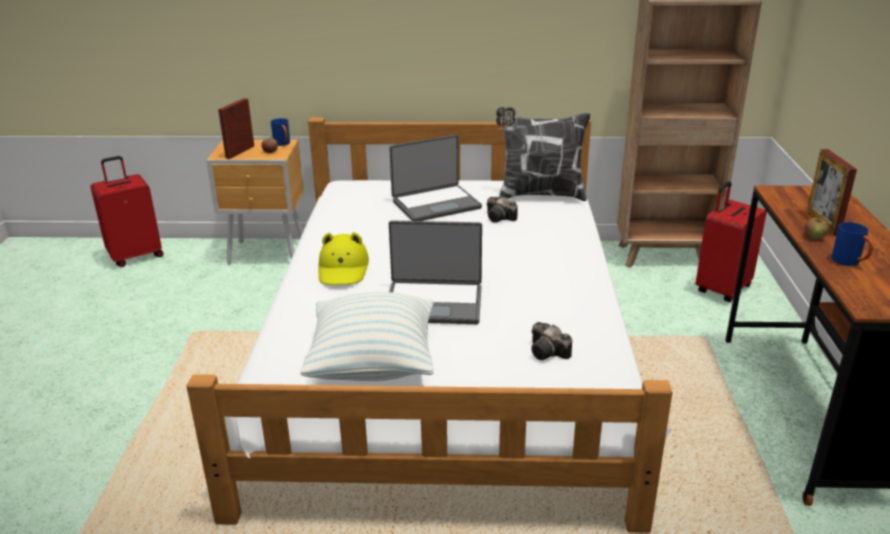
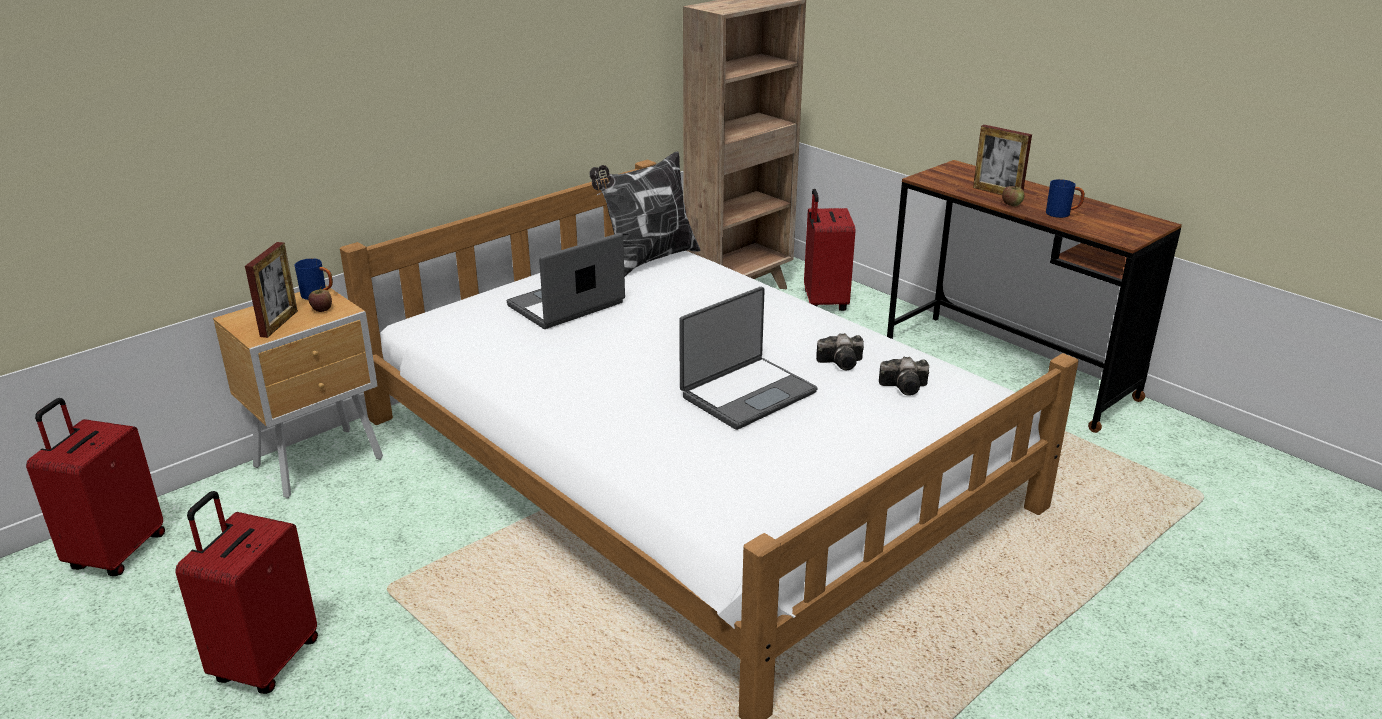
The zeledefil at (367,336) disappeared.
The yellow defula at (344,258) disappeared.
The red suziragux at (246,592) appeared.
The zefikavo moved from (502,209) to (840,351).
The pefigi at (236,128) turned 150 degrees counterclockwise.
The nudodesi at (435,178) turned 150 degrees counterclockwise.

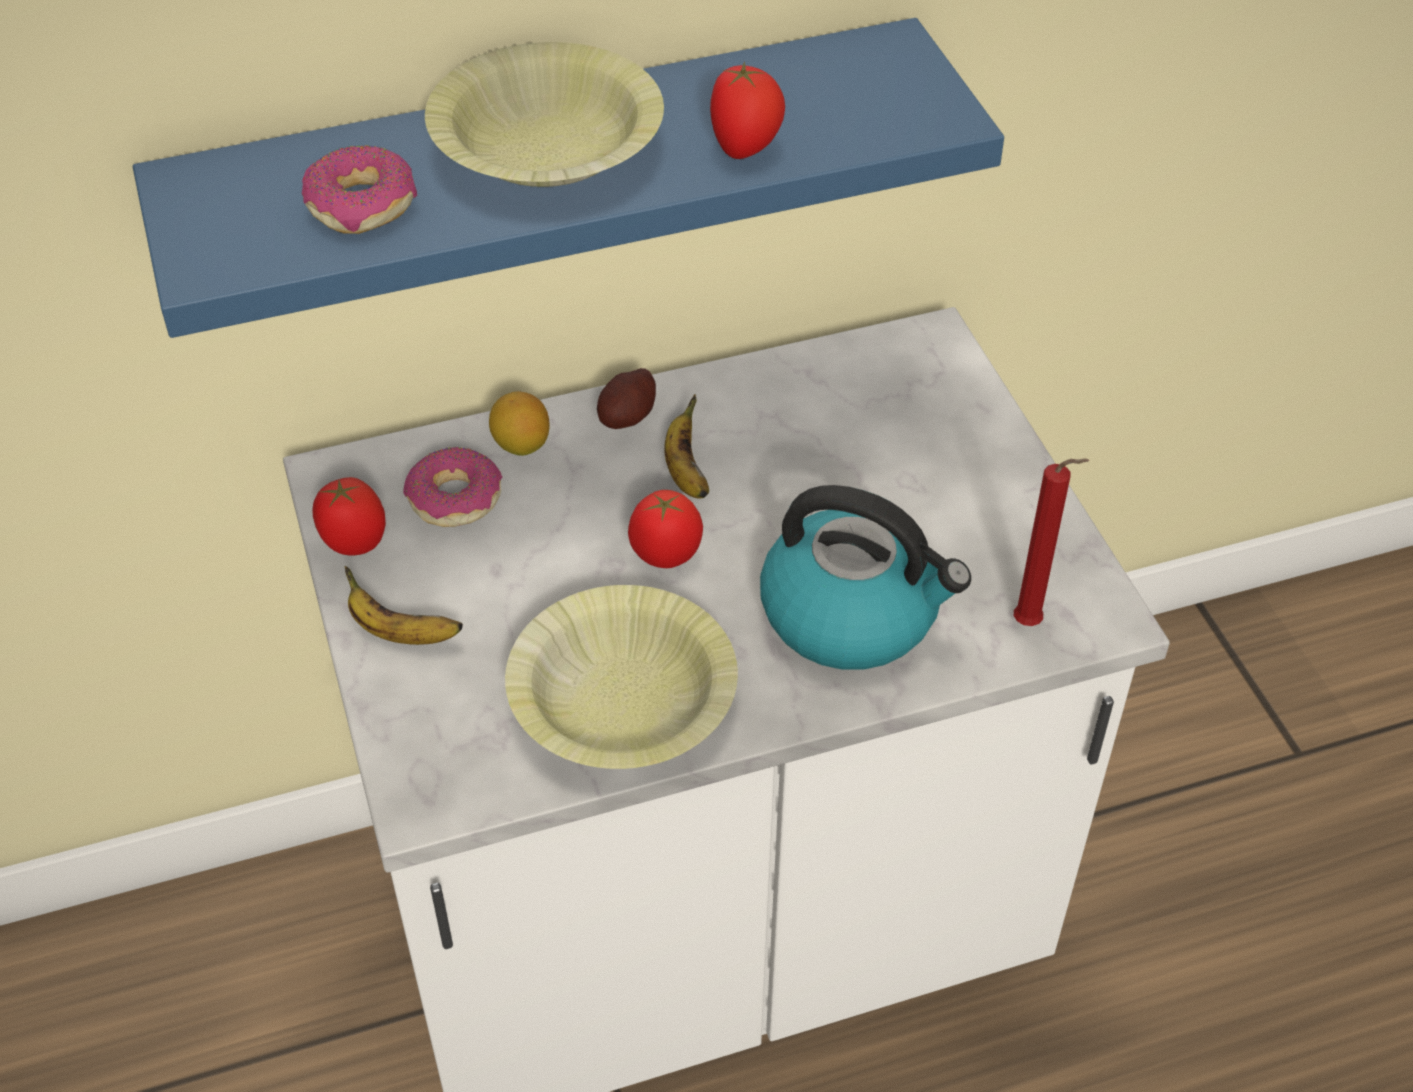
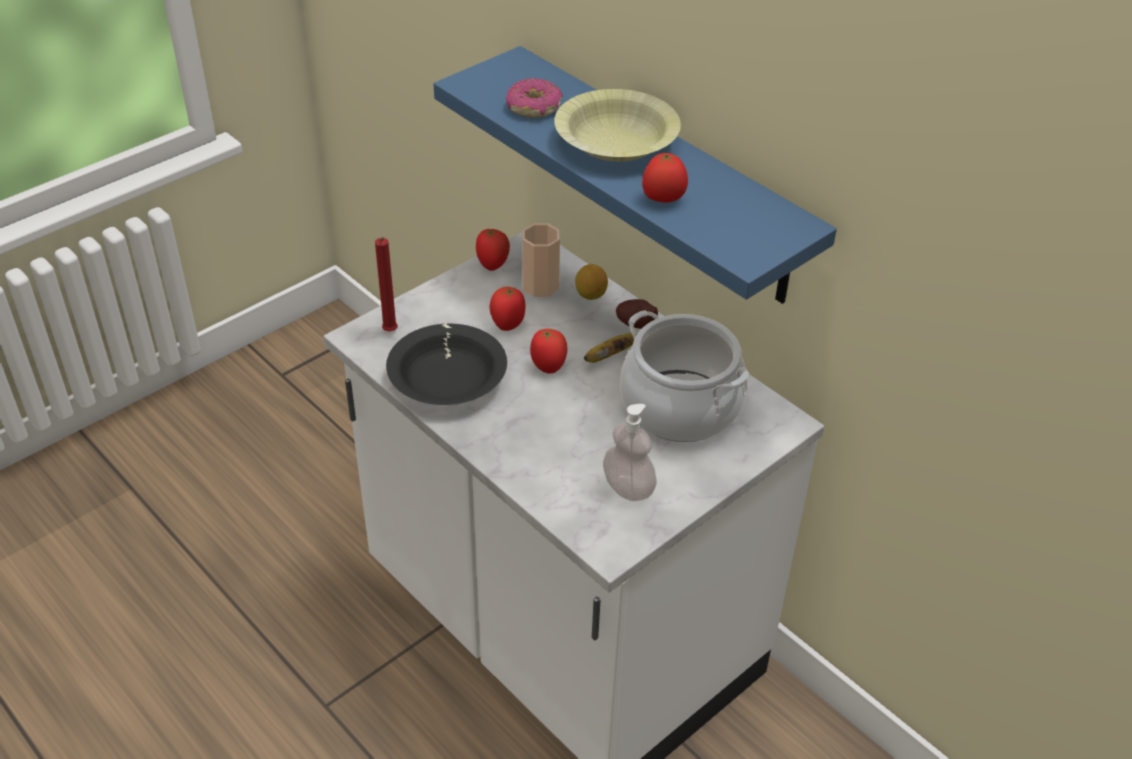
The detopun at (404,605) disappeared.
The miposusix at (865,577) disappeared.
The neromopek at (507,309) appeared.
The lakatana at (630,452) appeared.
The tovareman at (684,376) appeared.
The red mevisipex moved from (1051,542) to (386,284).
The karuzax at (452,487) was replaced by the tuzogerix at (541,260).
The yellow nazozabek at (621,677) became the black nazozabek at (446,364).

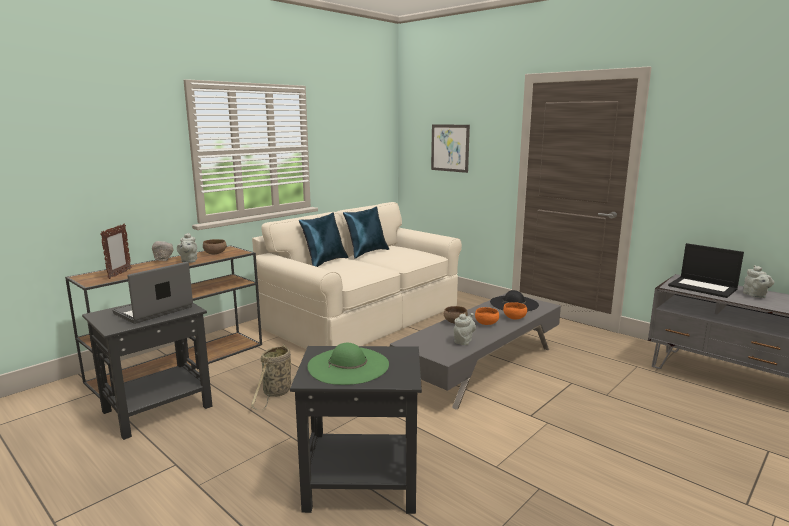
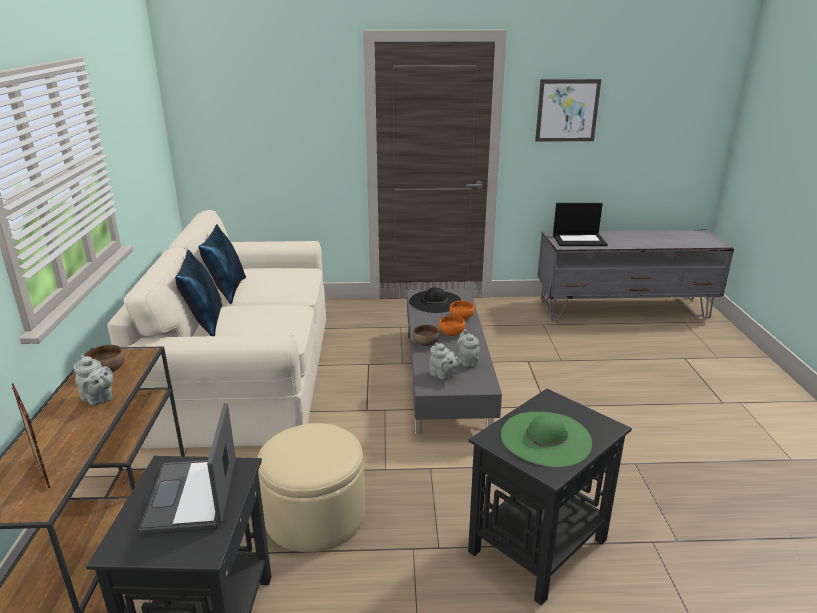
The grey nazozabek at (162,251) disappeared.
The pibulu moved from (450,148) to (568,110).
The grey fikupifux moved from (758,281) to (445,361).
The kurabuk at (273,377) was replaced by the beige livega at (311,487).

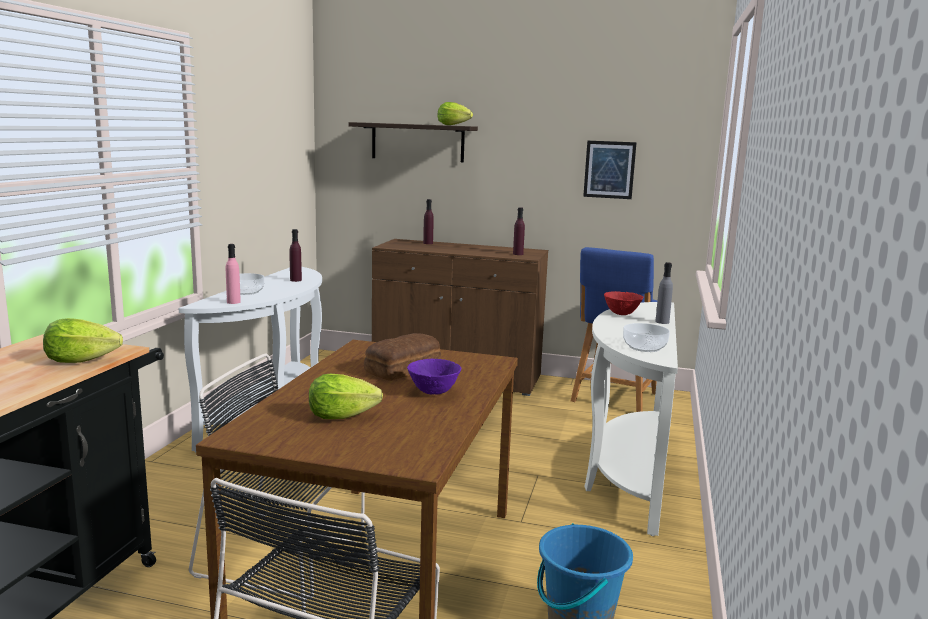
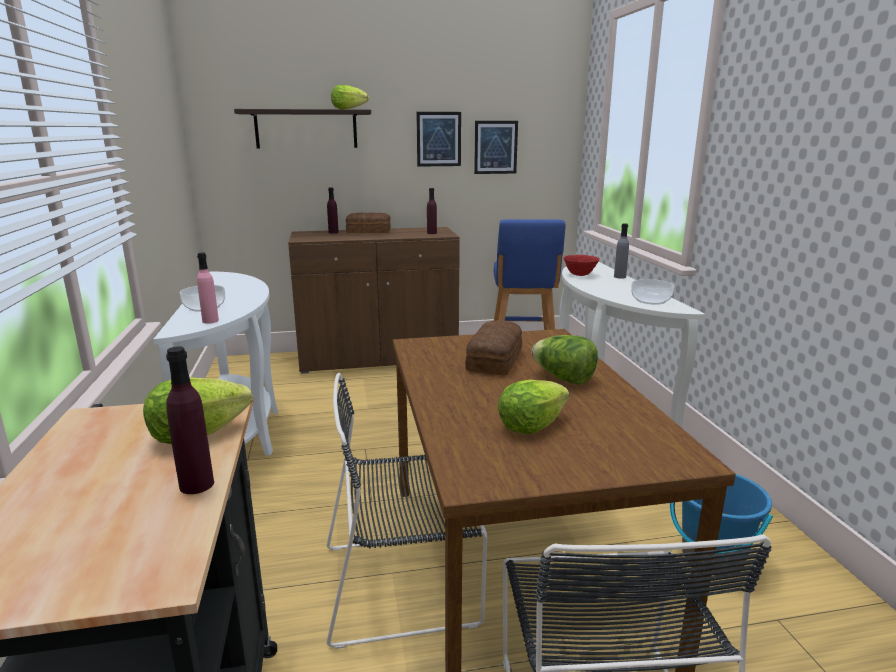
The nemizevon at (368,222) appeared.
The pibulu at (438,139) appeared.
The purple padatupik moved from (296,255) to (190,420).
The purple nazozabek at (434,377) was replaced by the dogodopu at (565,360).

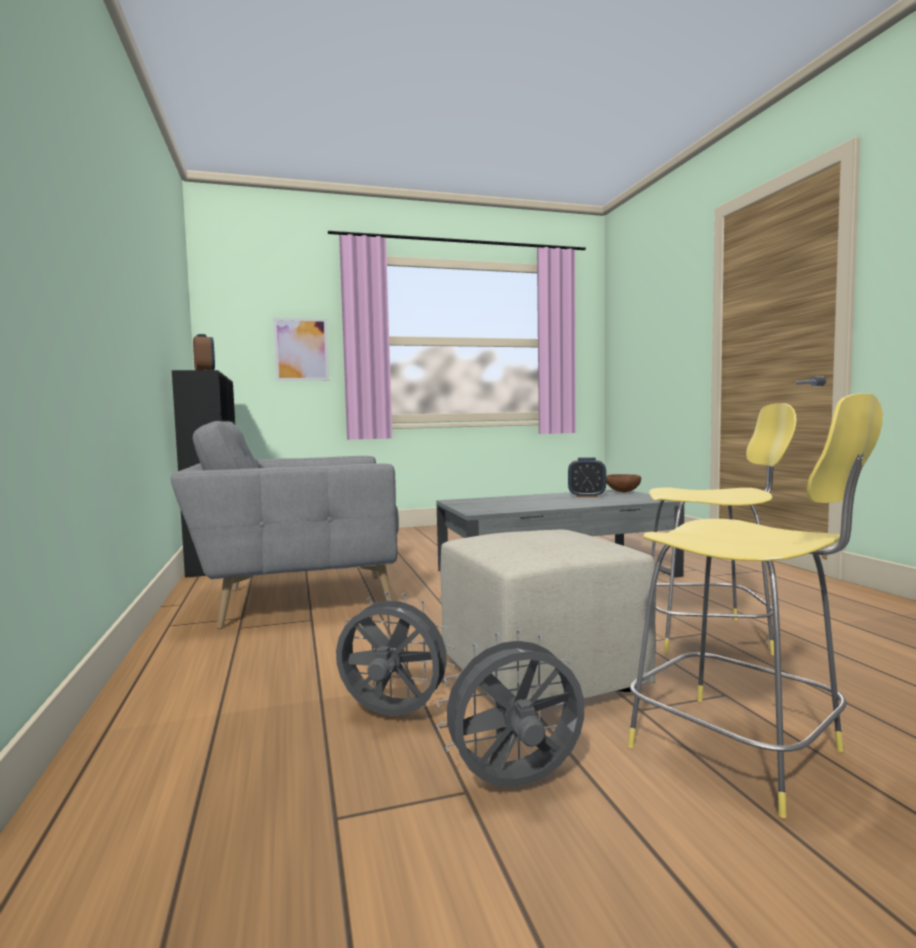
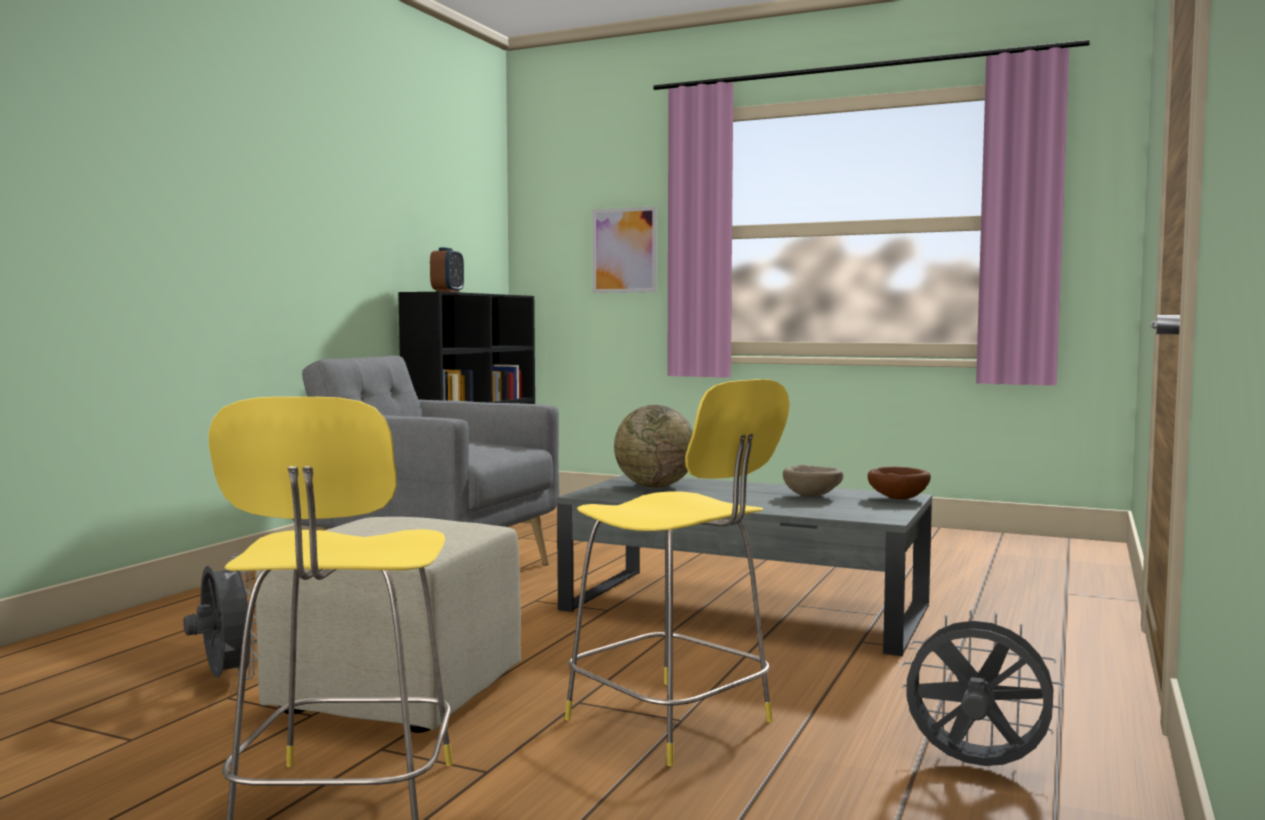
The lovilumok at (653,446) appeared.
The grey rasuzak moved from (510,708) to (982,688).
The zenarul at (587,477) was replaced by the beige nazozabek at (813,481).

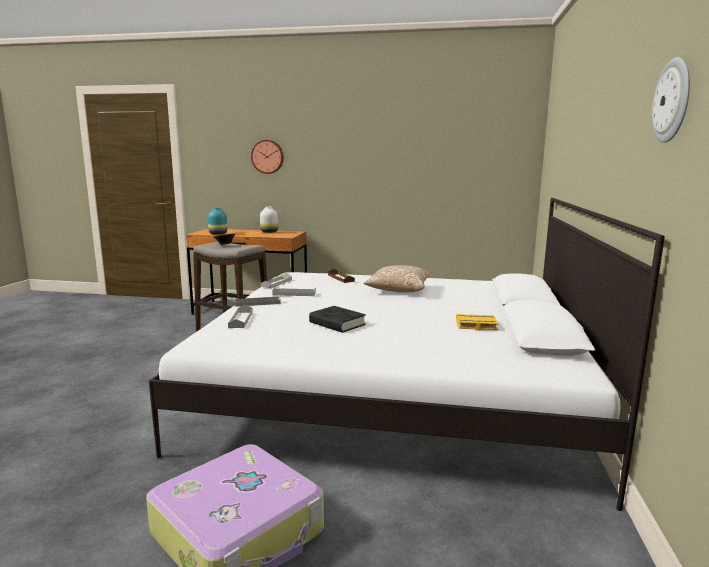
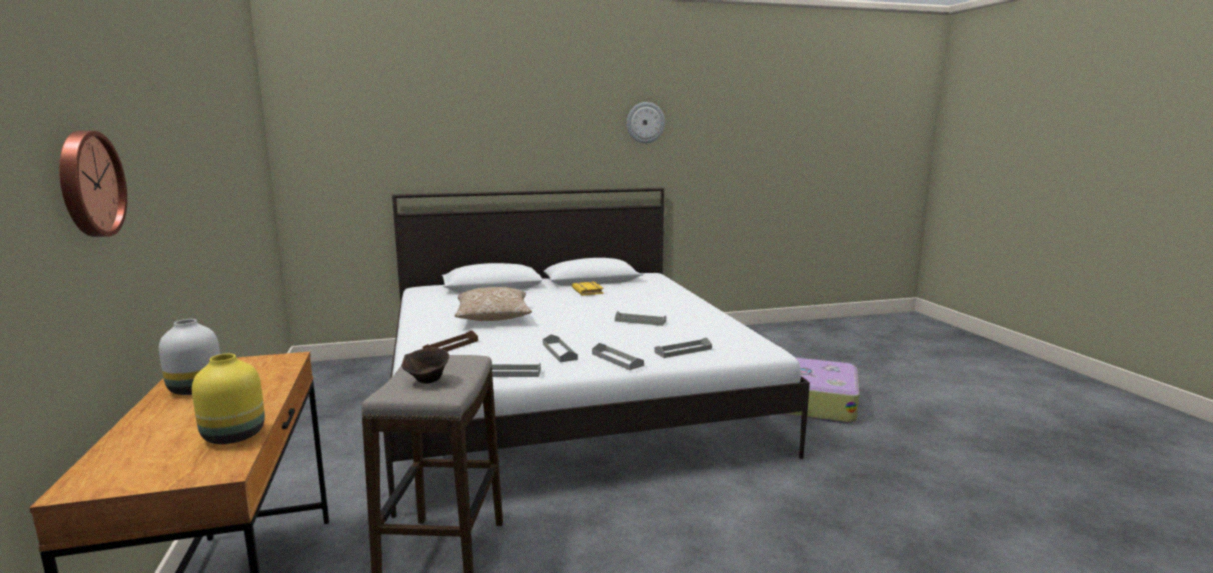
The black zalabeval at (337,319) was replaced by the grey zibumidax at (640,318).
The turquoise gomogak at (217,221) became the yellow gomogak at (228,399).

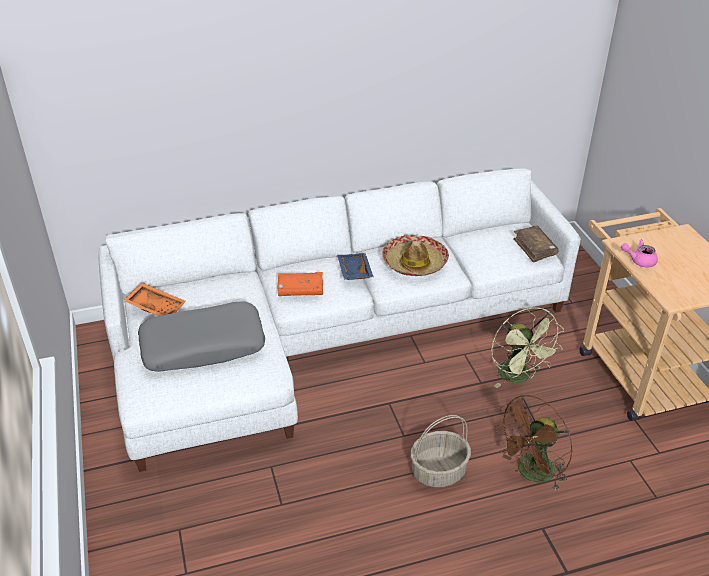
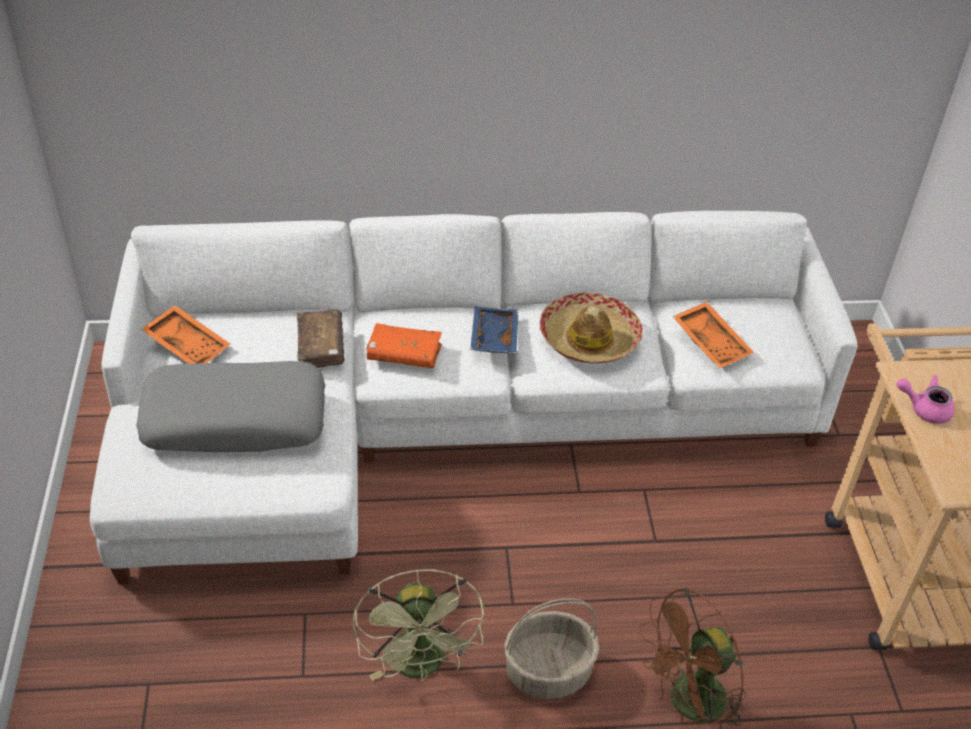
The orange zibumidax at (713,335) appeared.
The green rasuzak moved from (527,347) to (418,625).
The brown zalabeval moved from (536,244) to (320,339).

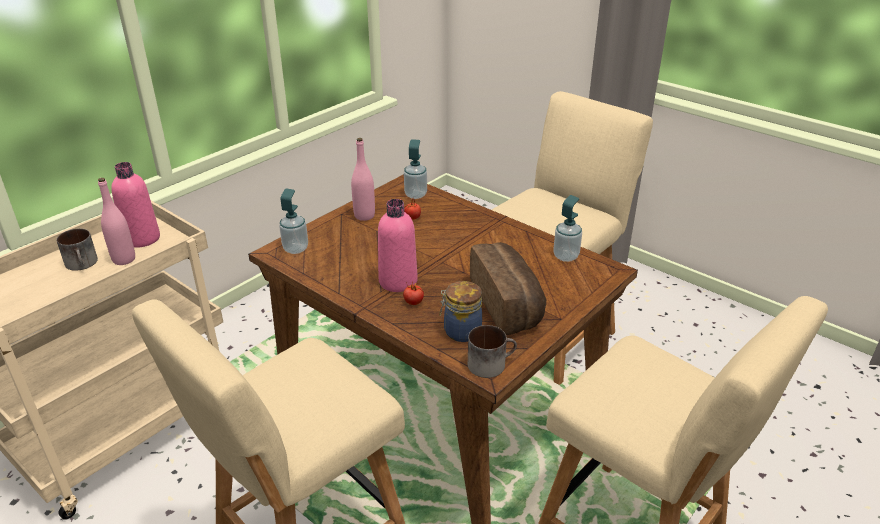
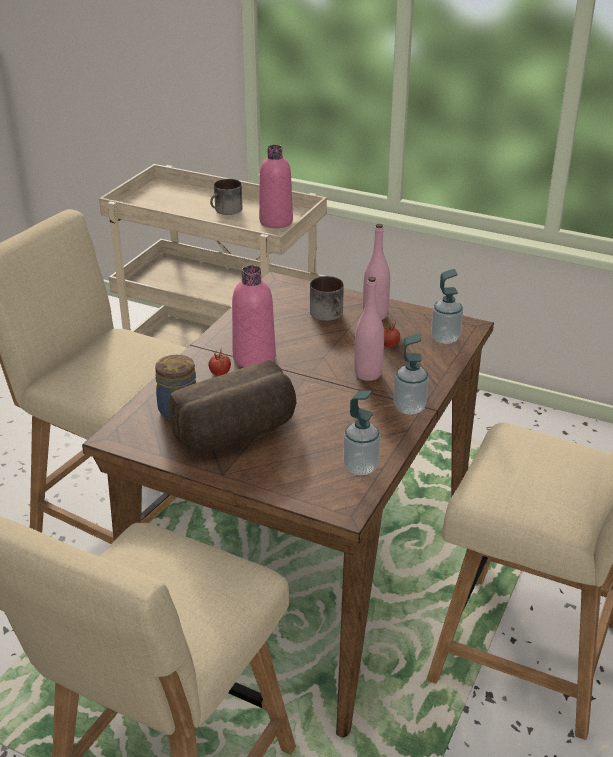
The pink padatupik moved from (116,221) to (369,329).
The lakatana moved from (293,221) to (411,374).
The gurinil moved from (492,351) to (327,298).

